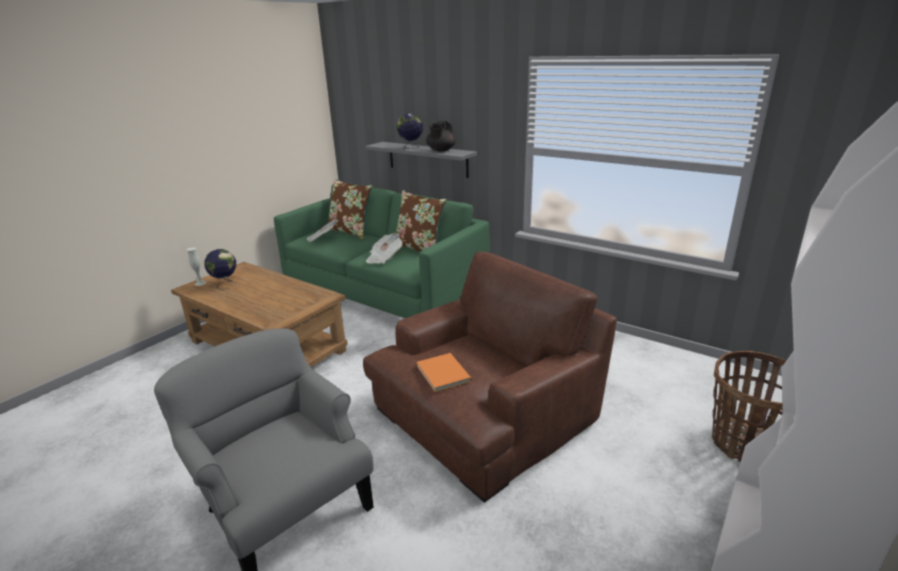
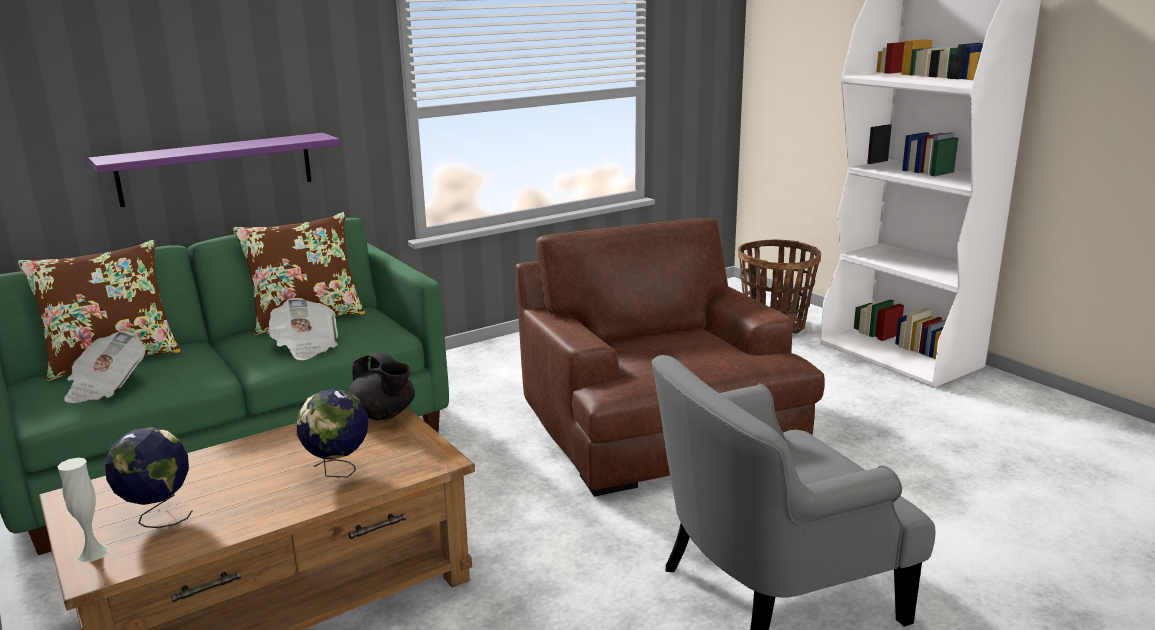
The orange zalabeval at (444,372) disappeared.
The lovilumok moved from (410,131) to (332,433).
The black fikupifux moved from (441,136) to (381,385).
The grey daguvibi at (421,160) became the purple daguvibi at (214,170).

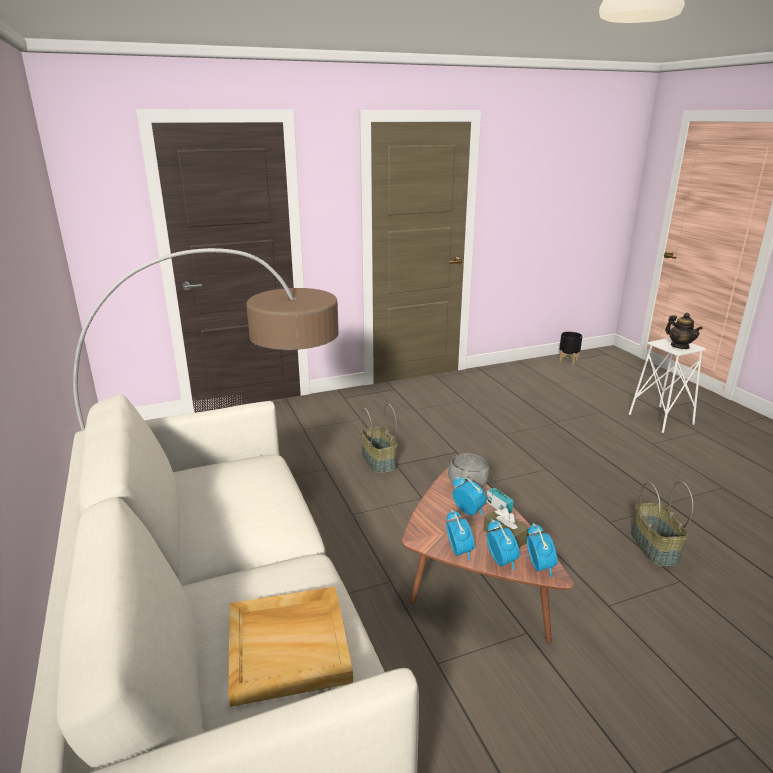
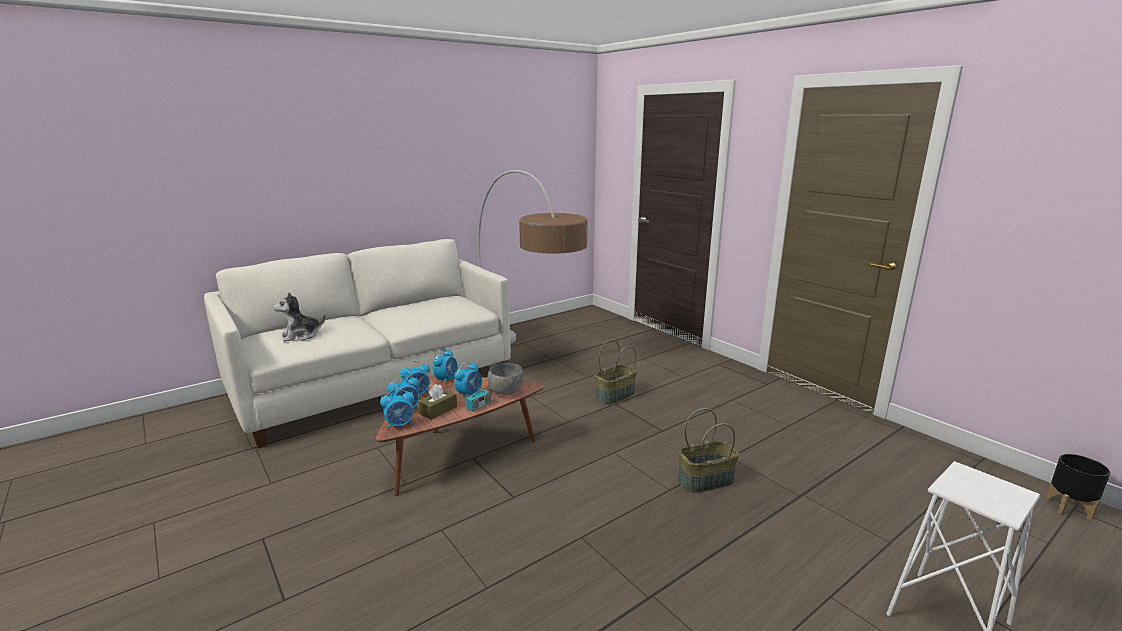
The fikupifux at (684,331) disappeared.
The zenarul at (445,367) appeared.
The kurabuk moved from (662,523) to (708,450).
The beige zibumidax at (290,646) was replaced by the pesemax at (299,317).

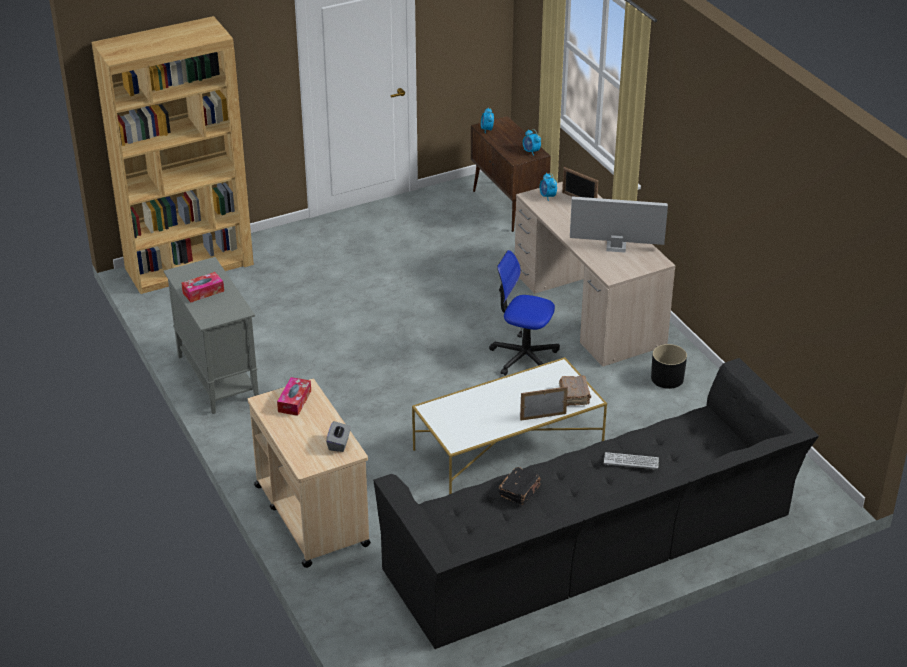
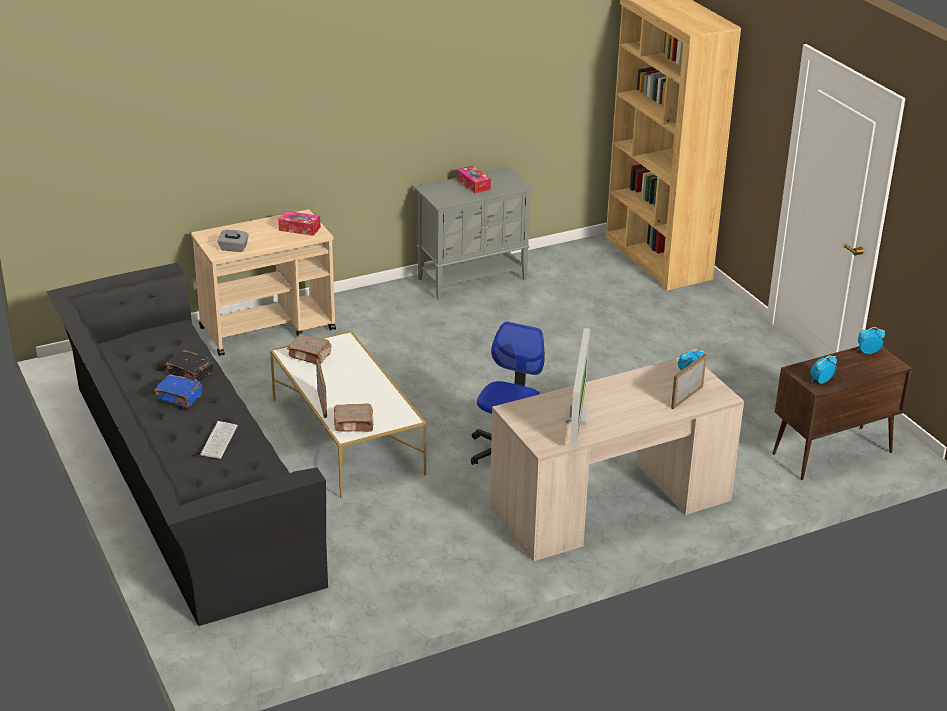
The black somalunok at (669,366) disappeared.
The blue zalabeval at (178,391) appeared.
The brown zalabeval at (309,349) appeared.

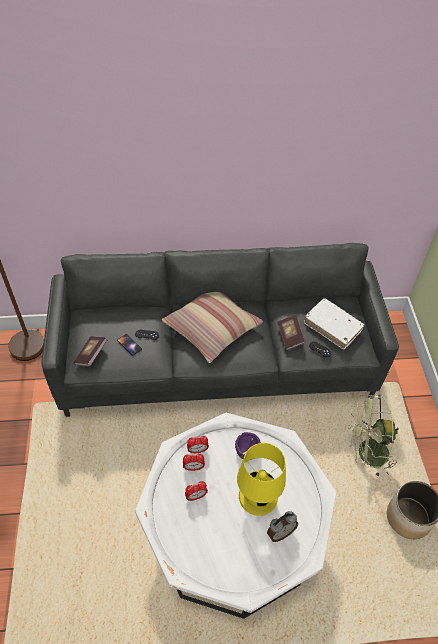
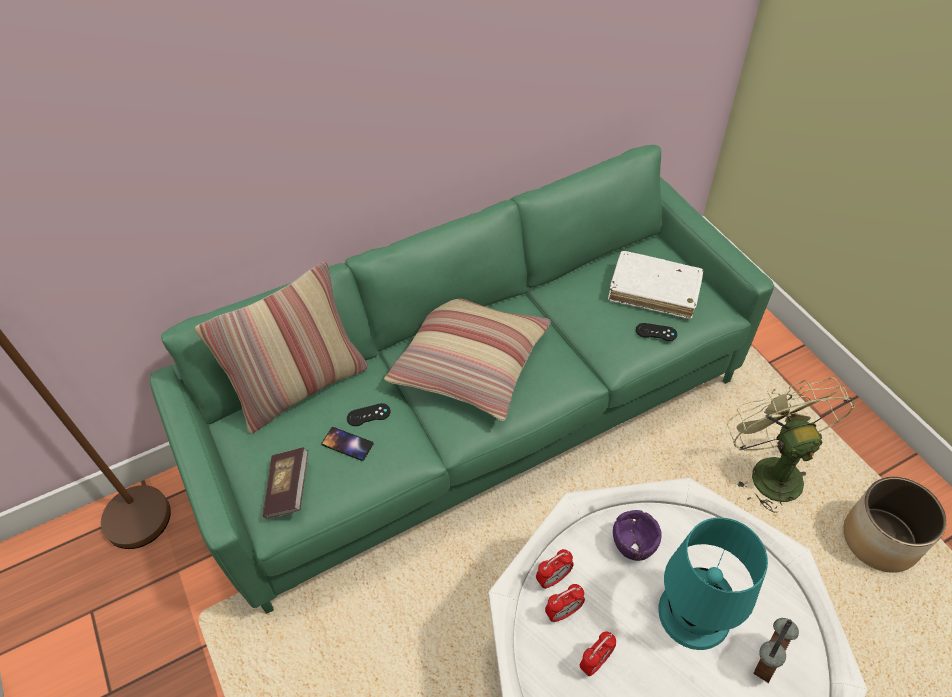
The zalabeval at (291,332) disappeared.
The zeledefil at (281,348) appeared.
The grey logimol at (220,330) became the green logimol at (462,379).
The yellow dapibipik at (261,479) became the turquoise dapibipik at (713,583).
The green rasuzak at (373,435) turned 105 degrees clockwise.

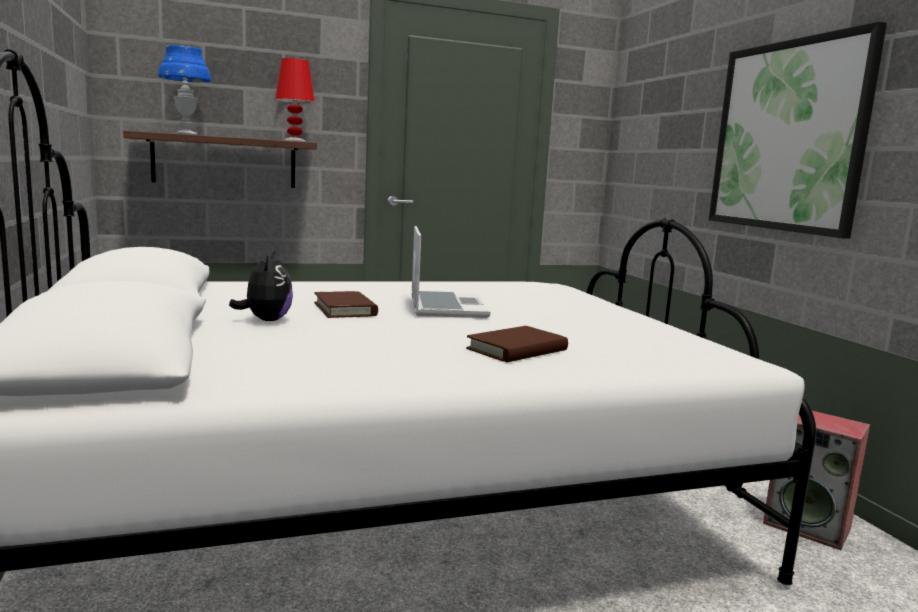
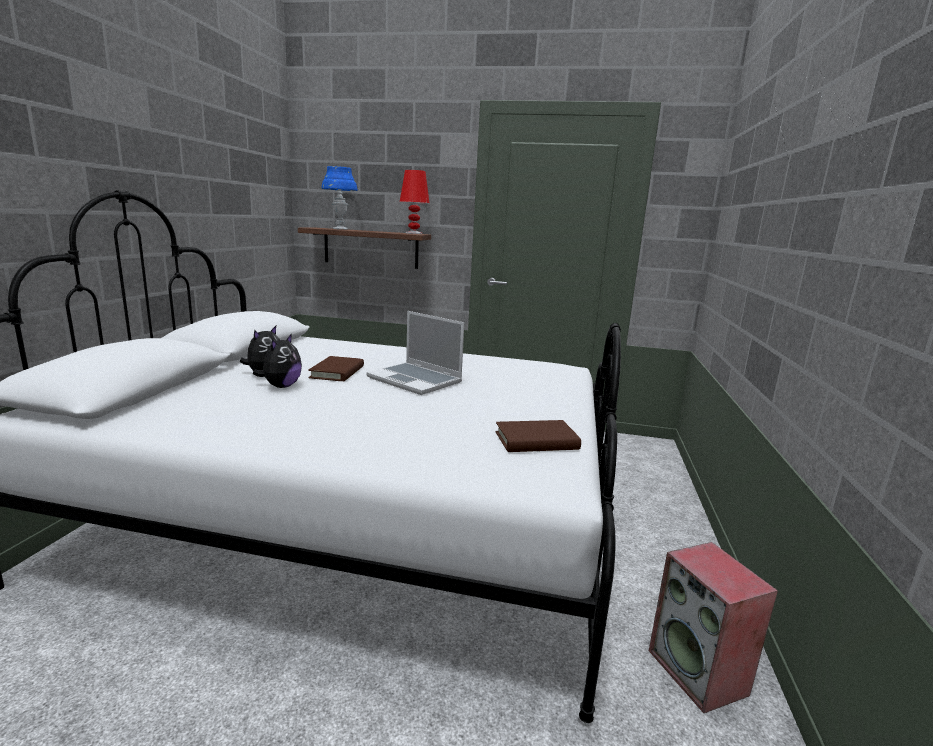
The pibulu at (798,130) disappeared.
The pesemax at (277,361) appeared.
The brown zalabeval moved from (517,344) to (538,436).
The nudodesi at (450,272) turned 105 degrees clockwise.

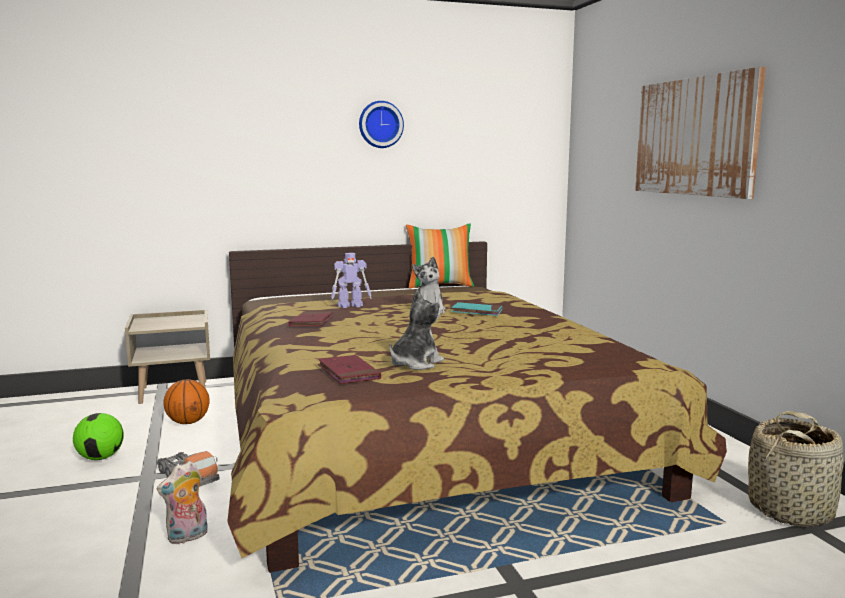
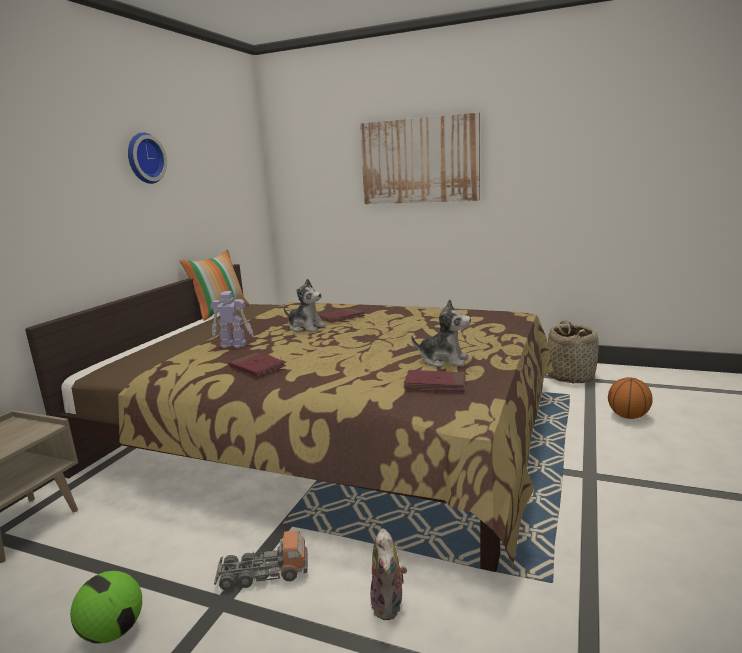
The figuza moved from (186,401) to (630,398).
The turquoise zalabeval at (476,309) became the red zalabeval at (342,315).
The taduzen at (351,280) turned 105 degrees counterclockwise.
The pesemax at (417,330) turned 120 degrees clockwise.

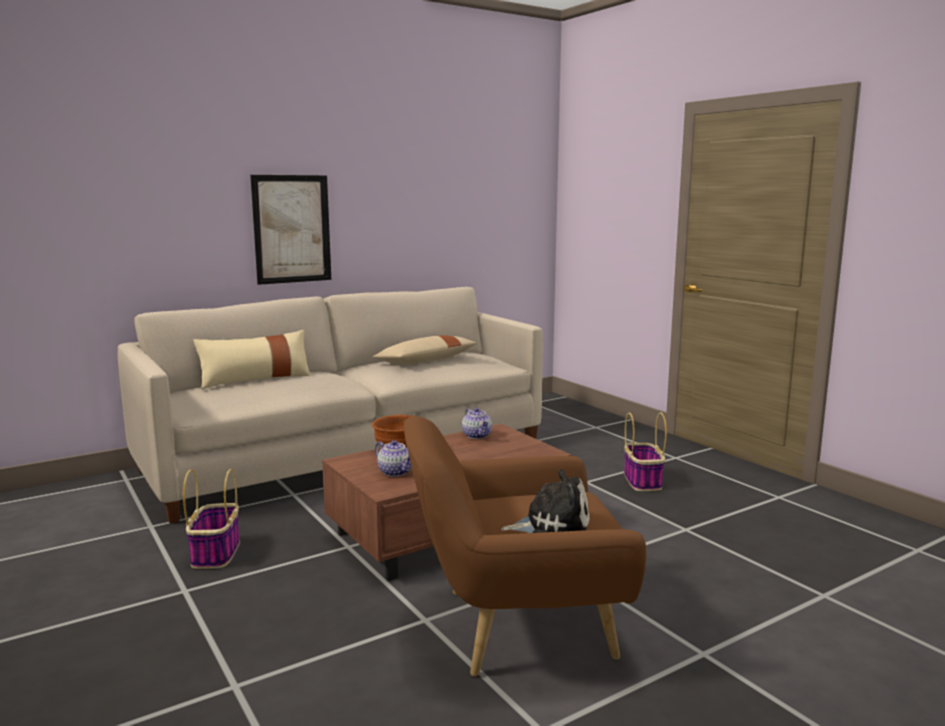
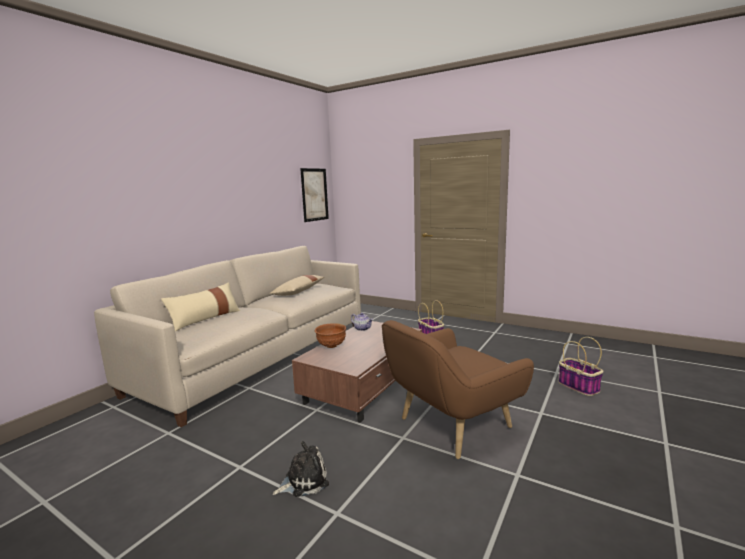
The fikupifux at (393,458) disappeared.
The kurabuk moved from (211,519) to (581,366).
The pibulu moved from (290,230) to (314,195).
The pesemax moved from (545,501) to (301,469).

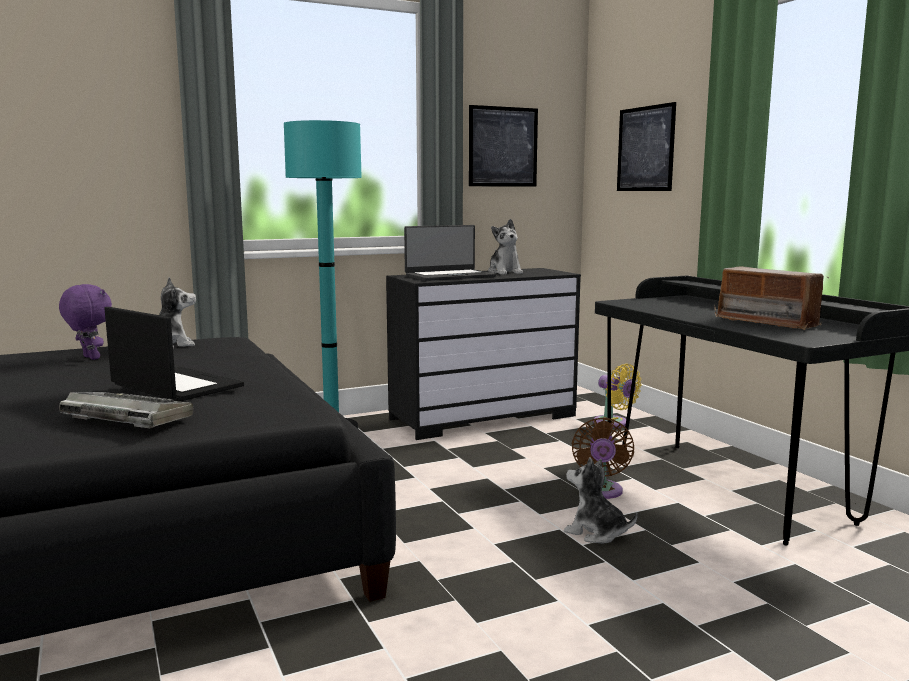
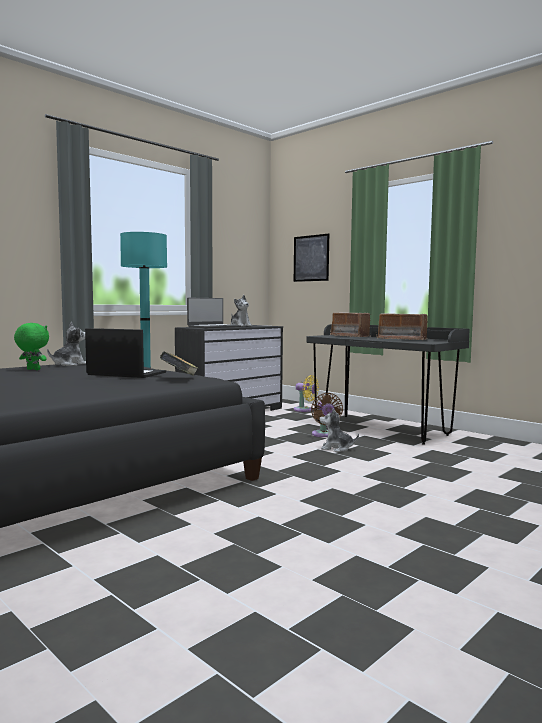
The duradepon at (126,410) disappeared.
The pibulu at (503,146) disappeared.
The zalabeval at (179,364) appeared.
The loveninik at (351,324) appeared.
The purple pesemax at (85,322) became the green pesemax at (31,346).

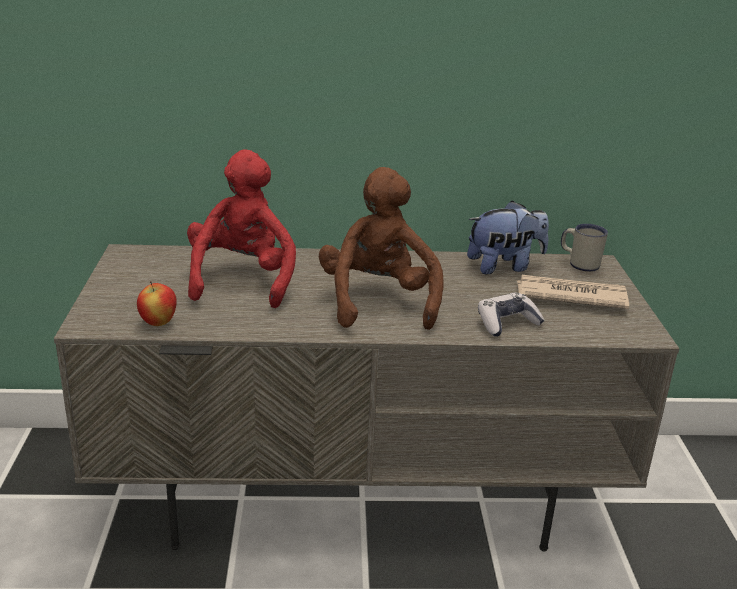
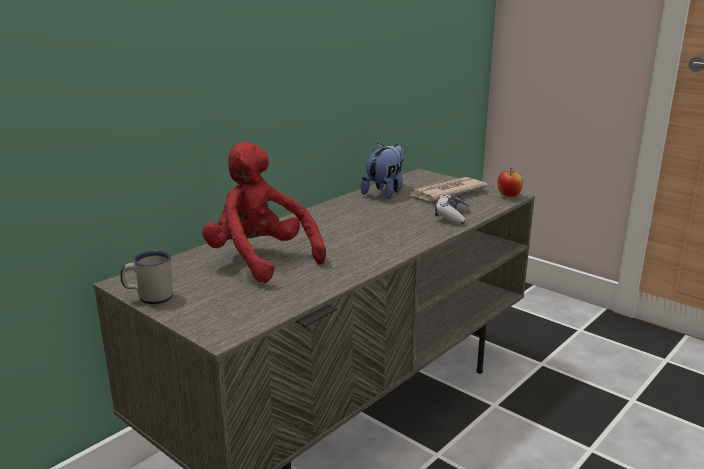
The brown pesemax at (381,248) disappeared.
The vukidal moved from (157,303) to (510,182).
The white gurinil moved from (584,248) to (147,277).

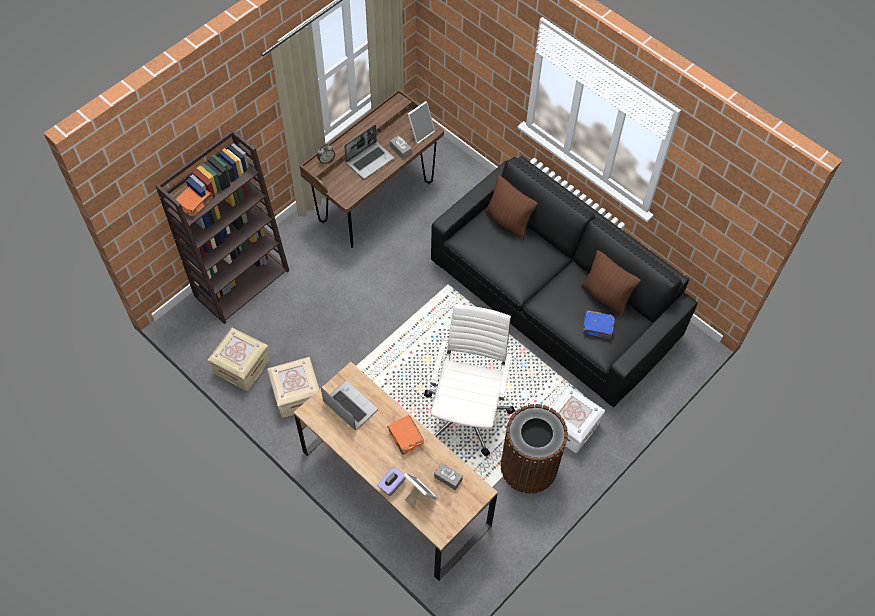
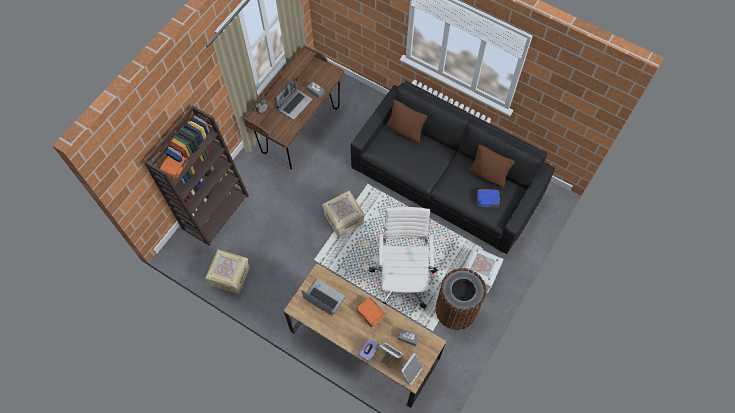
The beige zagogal moved from (293,387) to (343,214).
The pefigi moved from (421,122) to (411,369).

